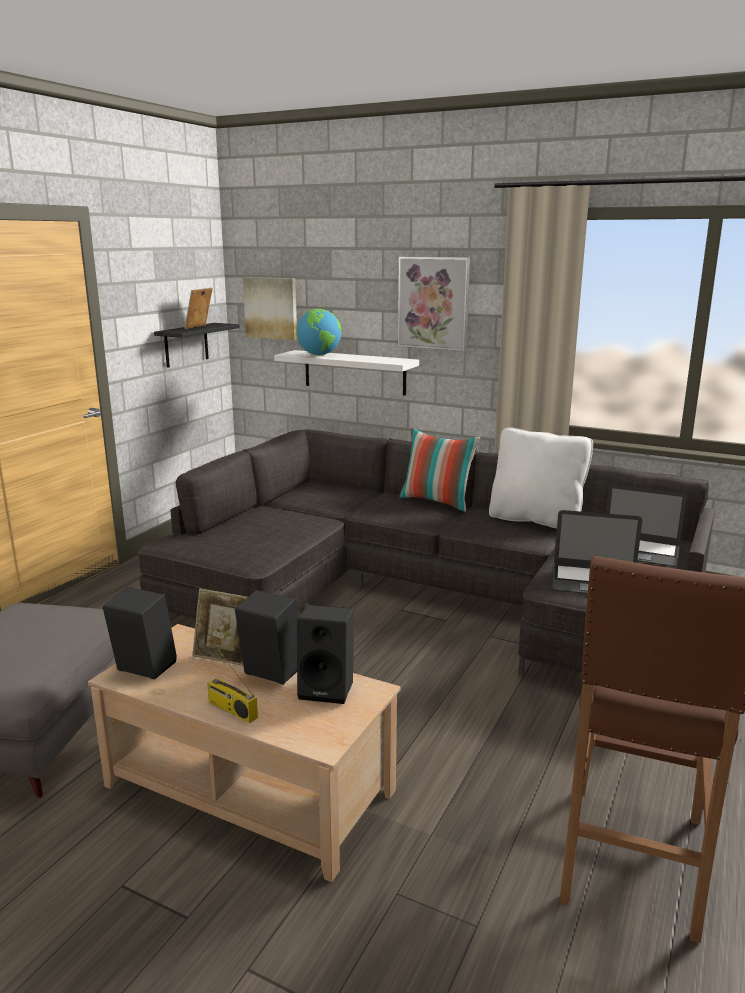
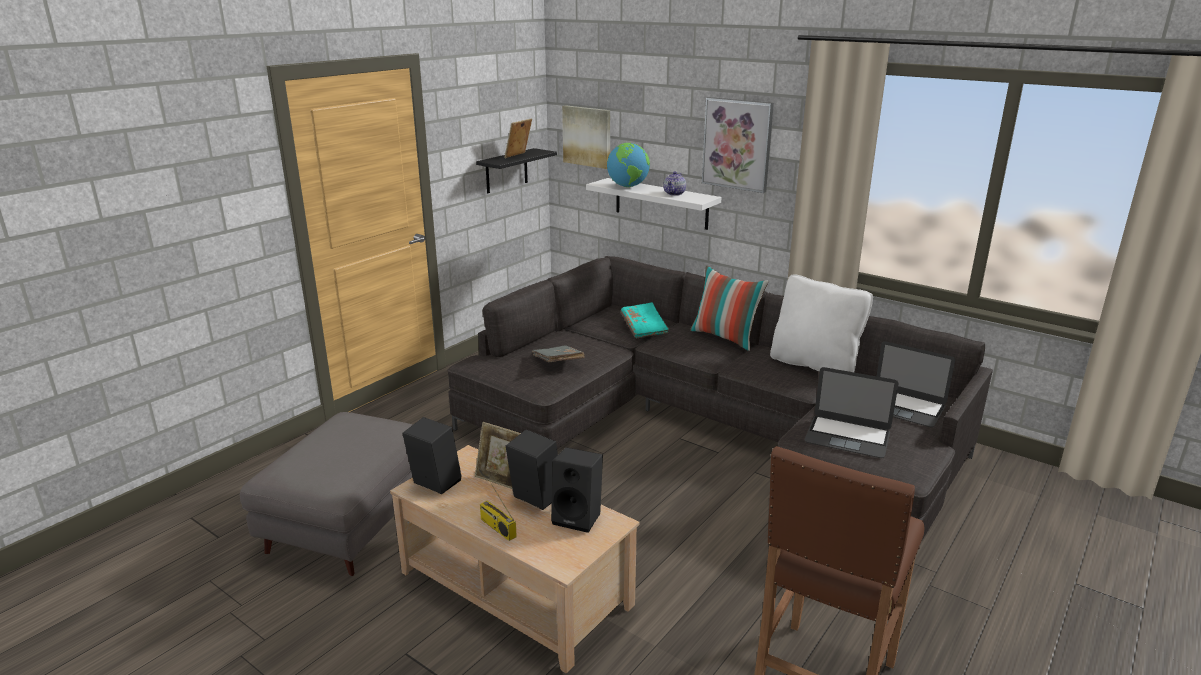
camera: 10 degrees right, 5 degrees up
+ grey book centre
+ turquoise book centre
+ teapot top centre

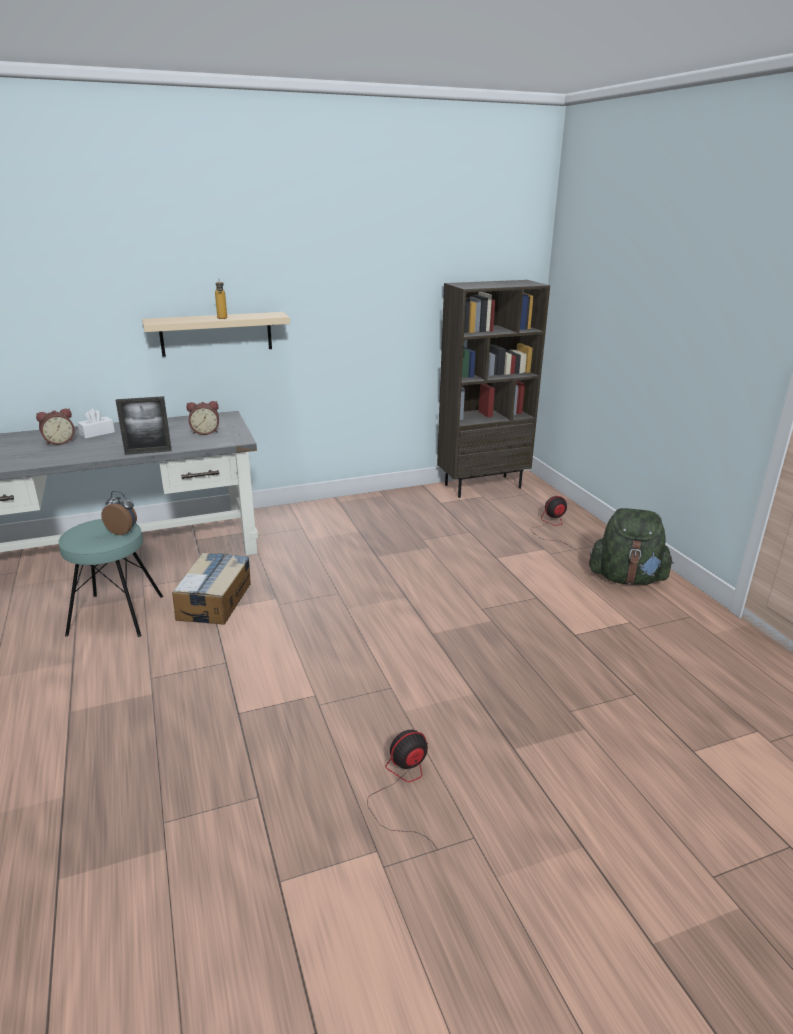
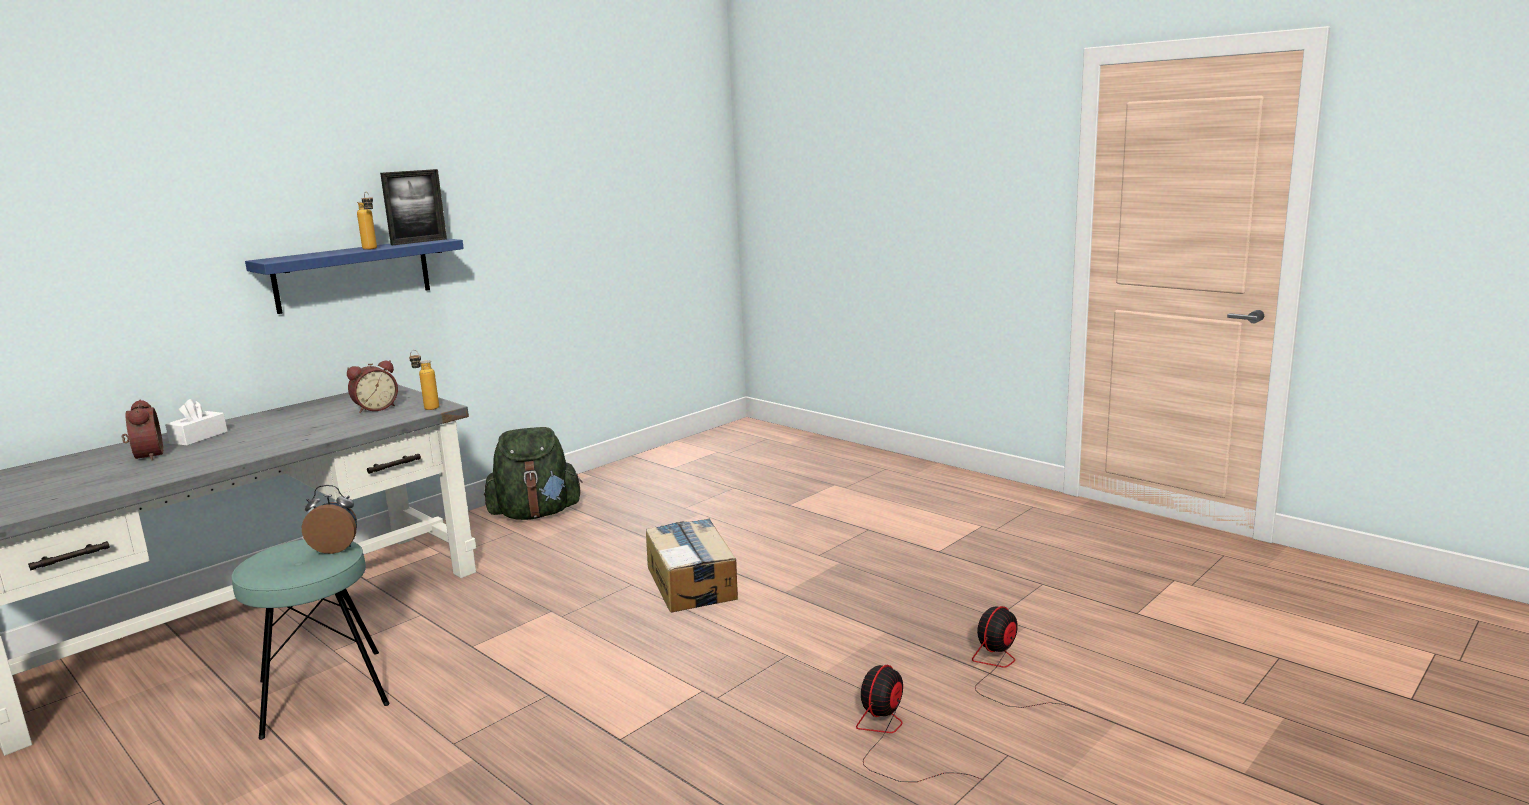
camera: 25 degrees left, 10 degrees down
~ alarm clock (no. 1 from left) middle left = middle left 60 degrees counterclockwise
~ beige shelf top left to blue shelf middle left
~ picture frame middle left to top left
+ bottle (no. 2 from left) middle left
~ green backpack middle right to centre
~ cardboard box middle left to bottom centre
~ fan (no. 2 from left) middle right to bottom right
- brown bookcase centre

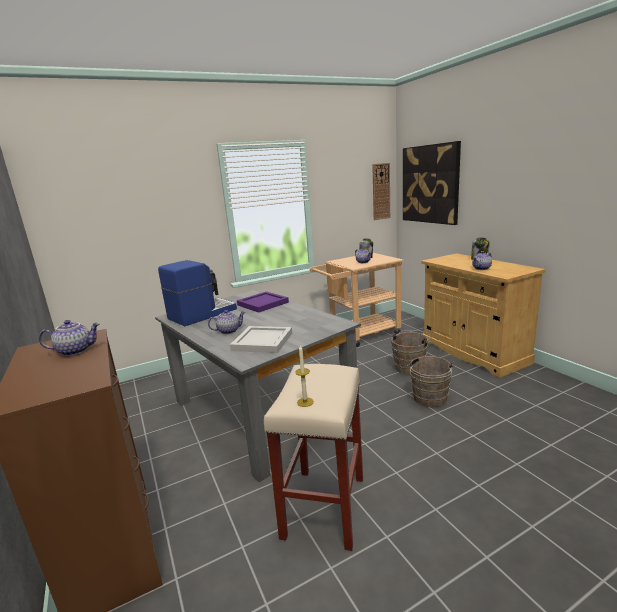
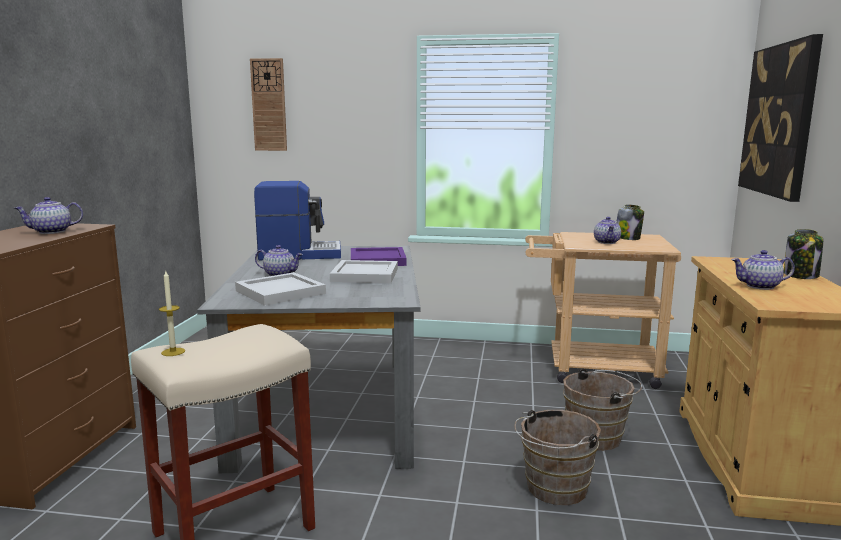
camera: 35 degrees right, 5 degrees down
~ teapot (no. 1 from left) middle left = middle left 135 degrees clockwise
~ wall clock top centre to top left
+ white tray (no. 2 from left) centre

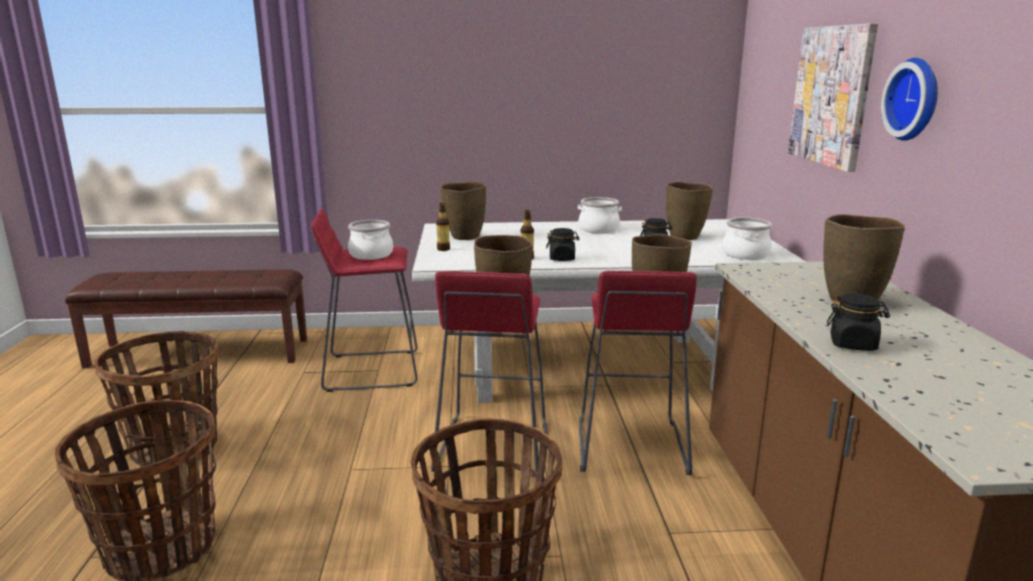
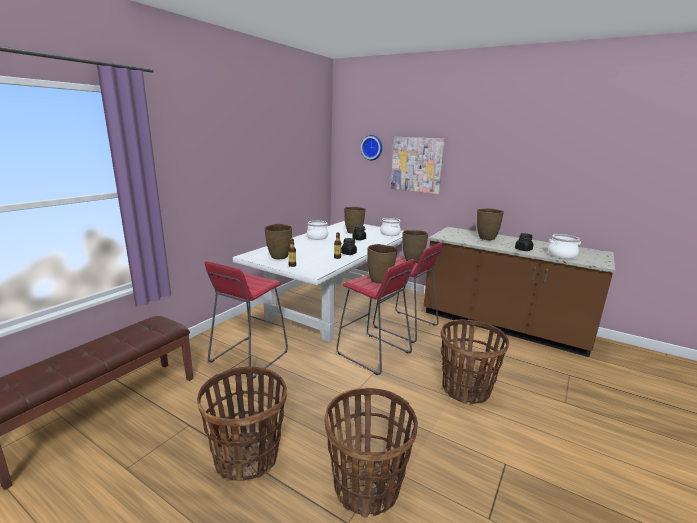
camera: 55 degrees left, 0 degrees up
~ wall clock top right to top centre
~ cooking pot (no. 1 from left in the first image) centre to cooking pot (no. 3 from left) middle right

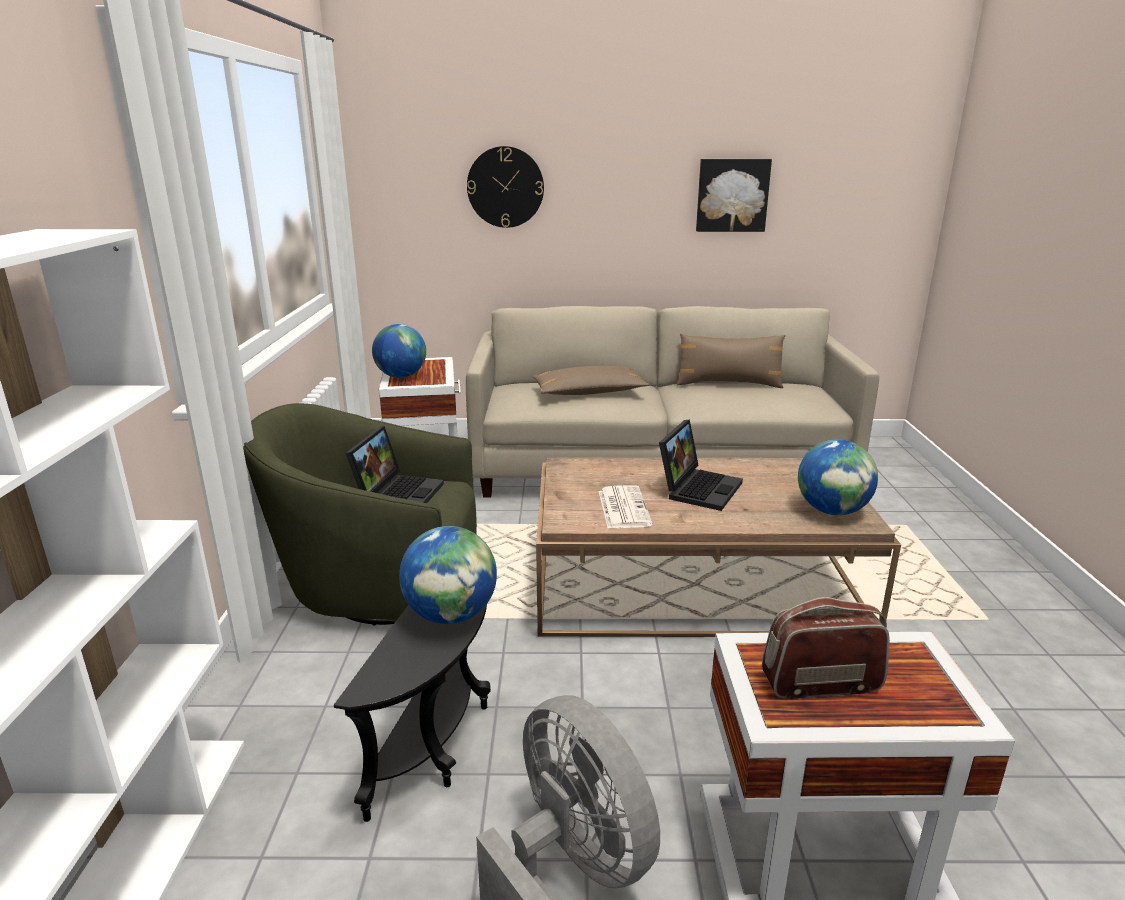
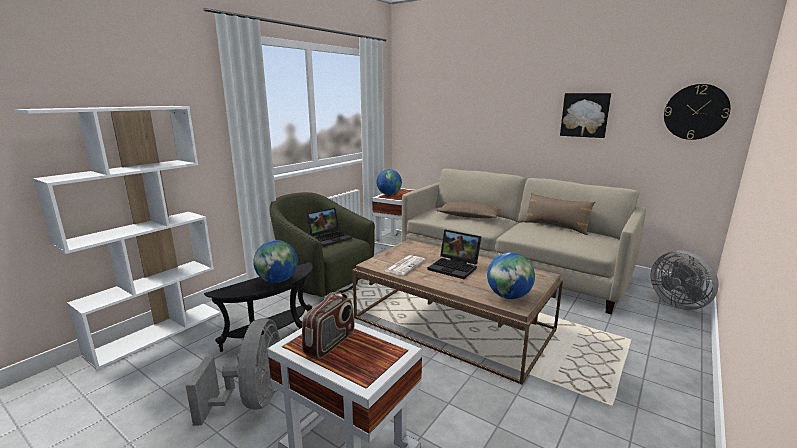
camera: 35 degrees right, 5 degrees down
~ radio bottom right = bottom centre 90 degrees clockwise
~ laptop (no. 2 from left) centre = centre 60 degrees clockwise
+ grey fan (no. 2 from left) middle right
~ wall clock top centre to top right

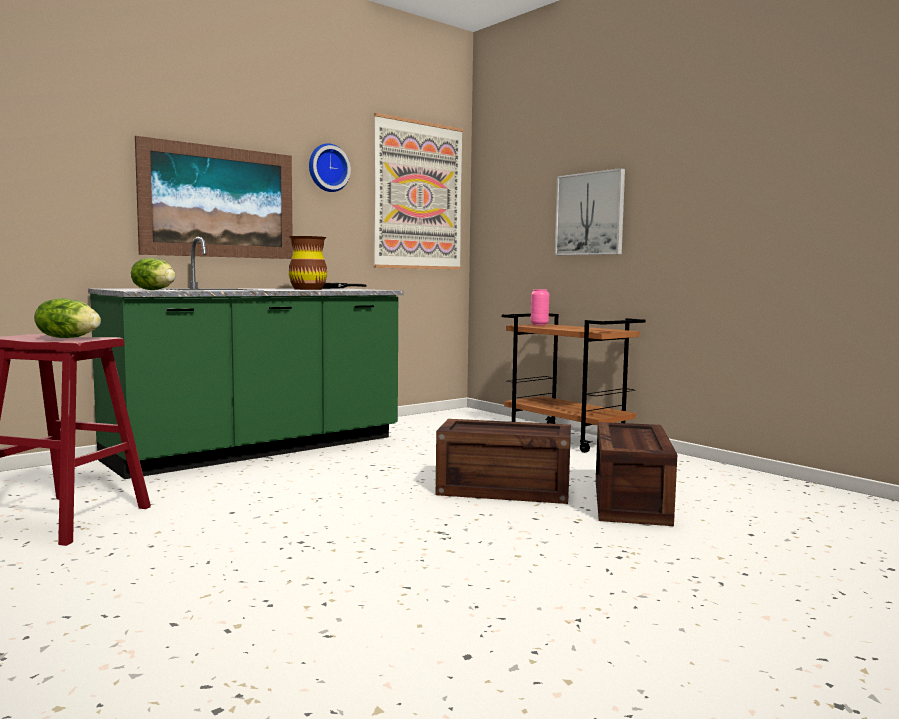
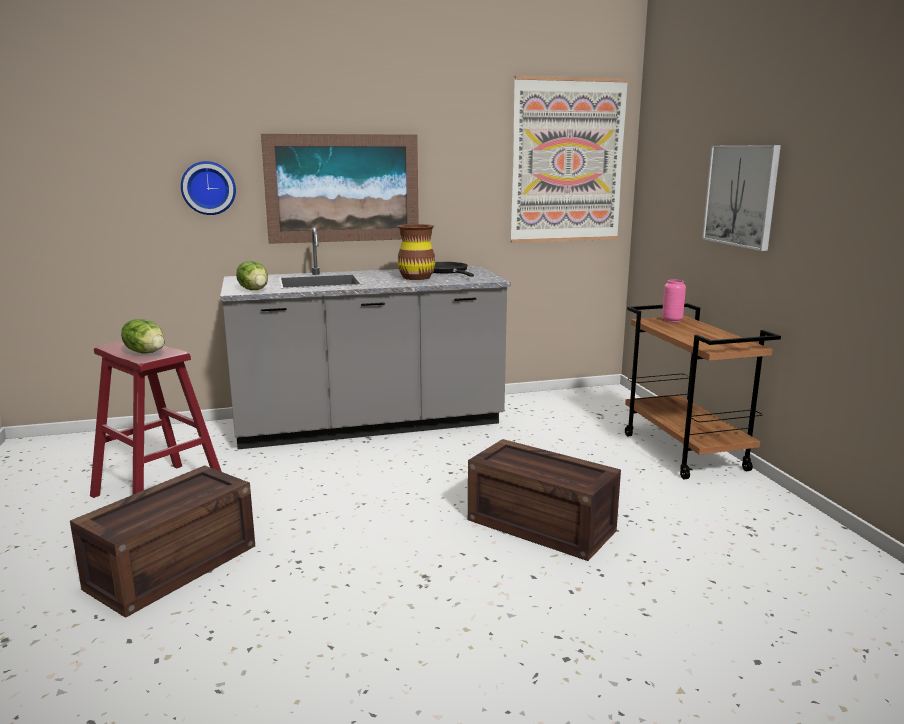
camera: 25 degrees right, 10 degrees up
~ crate (no. 2 from left in the first image) middle right to crate (no. 1 from left) bottom left
~ wall clock top centre to top left
~ green counter middle left to grey counter centre

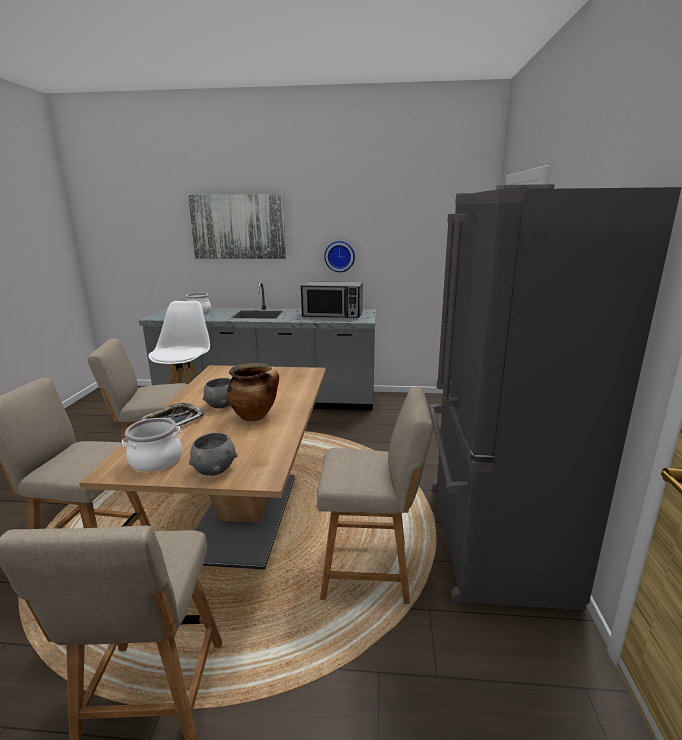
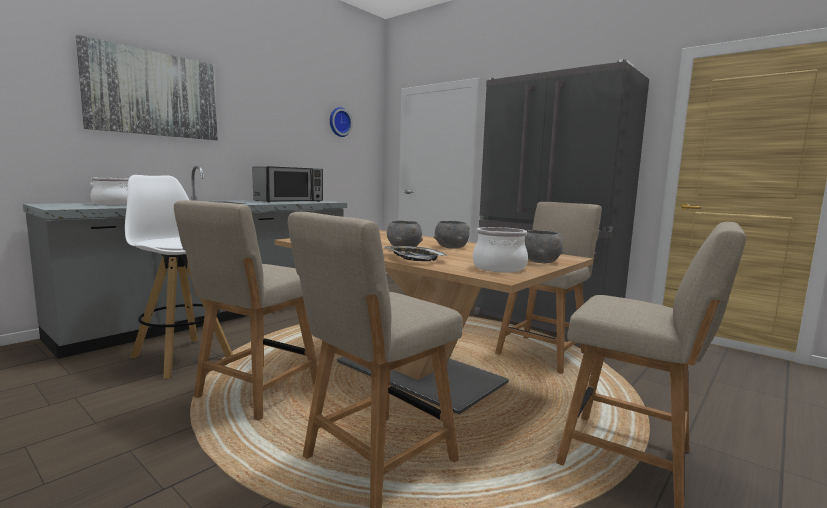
camera: 55 degrees left, 10 degrees down
~ wall clock centre to top centre
~ cooking pot (no. 3 from left) centre to grey bowl (no. 2 from left) centre

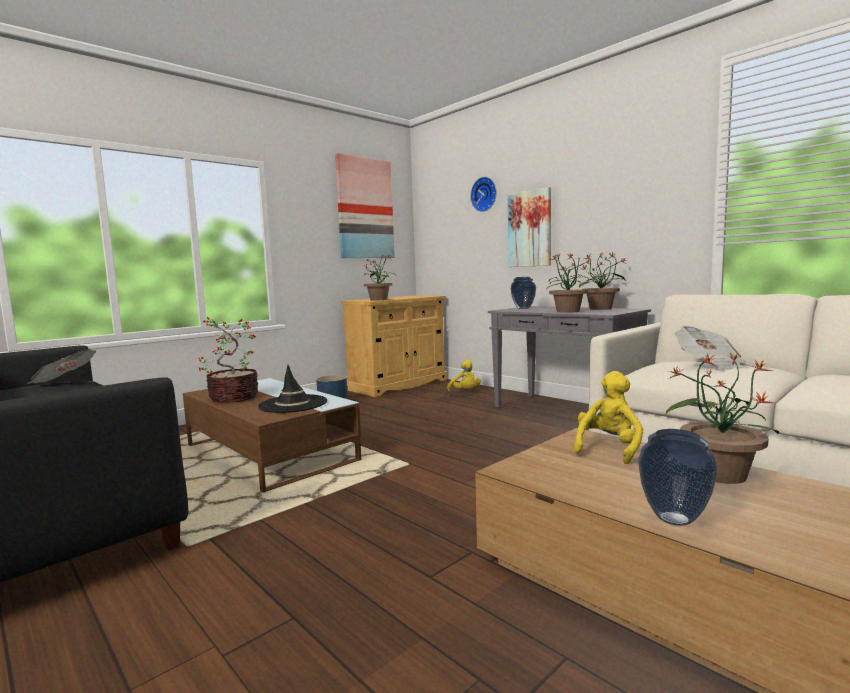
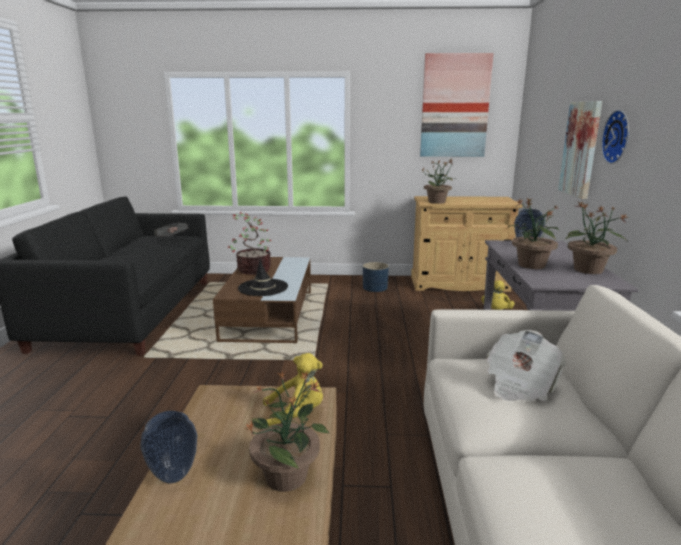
camera: 45 degrees right, 10 degrees up
~ wall clock top centre to top right

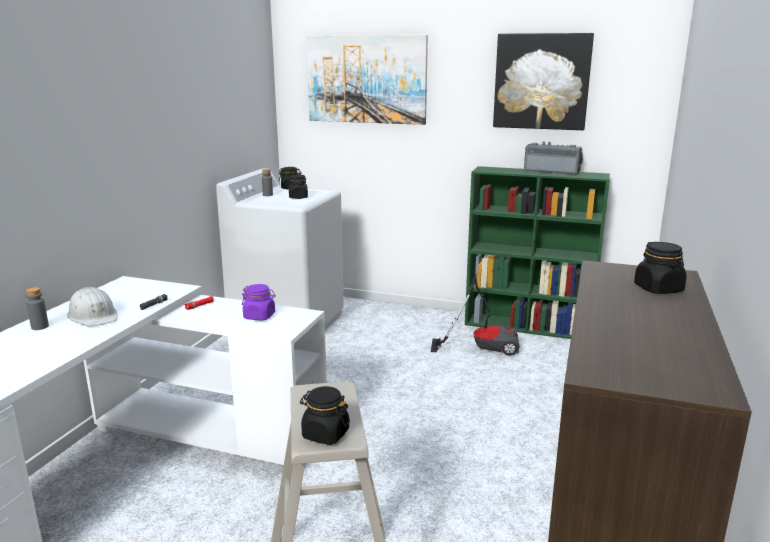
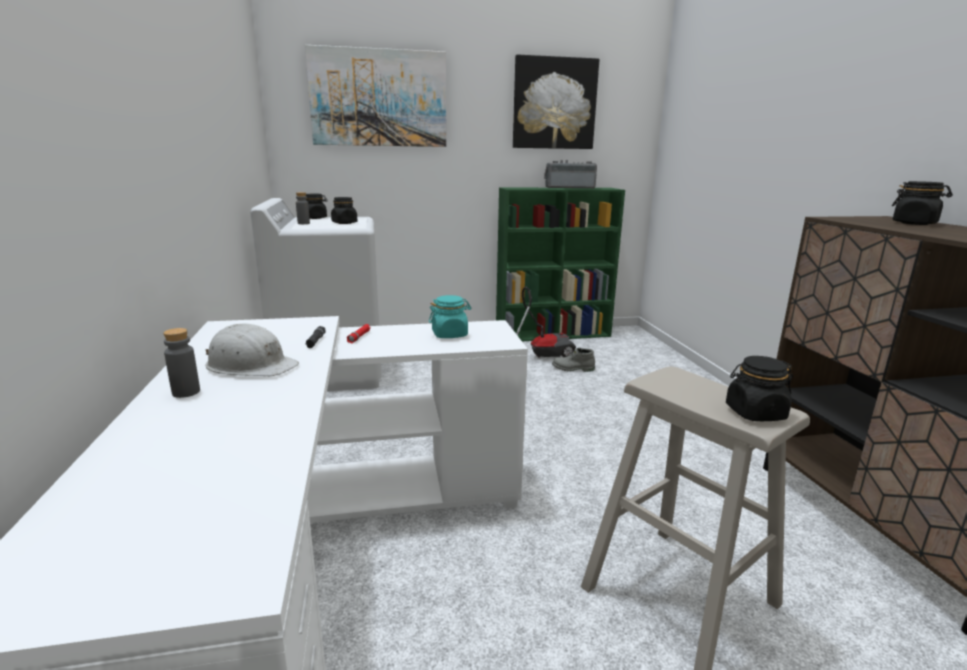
camera: 30 degrees left, 0 degrees up
~ purple jar centre to turquoise jar centre
+ grey boot centre

